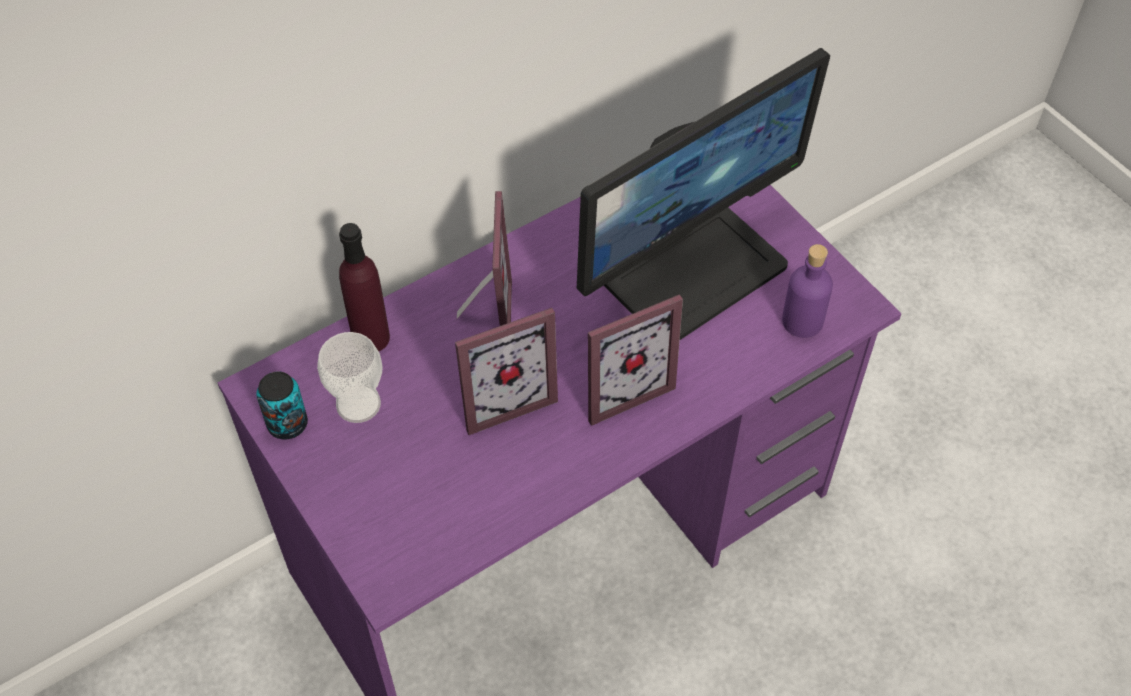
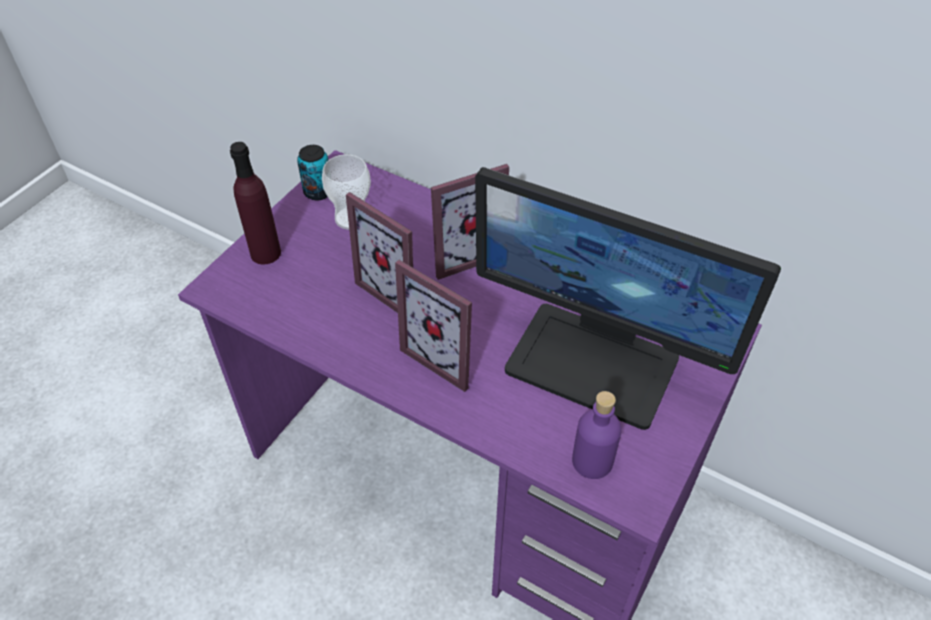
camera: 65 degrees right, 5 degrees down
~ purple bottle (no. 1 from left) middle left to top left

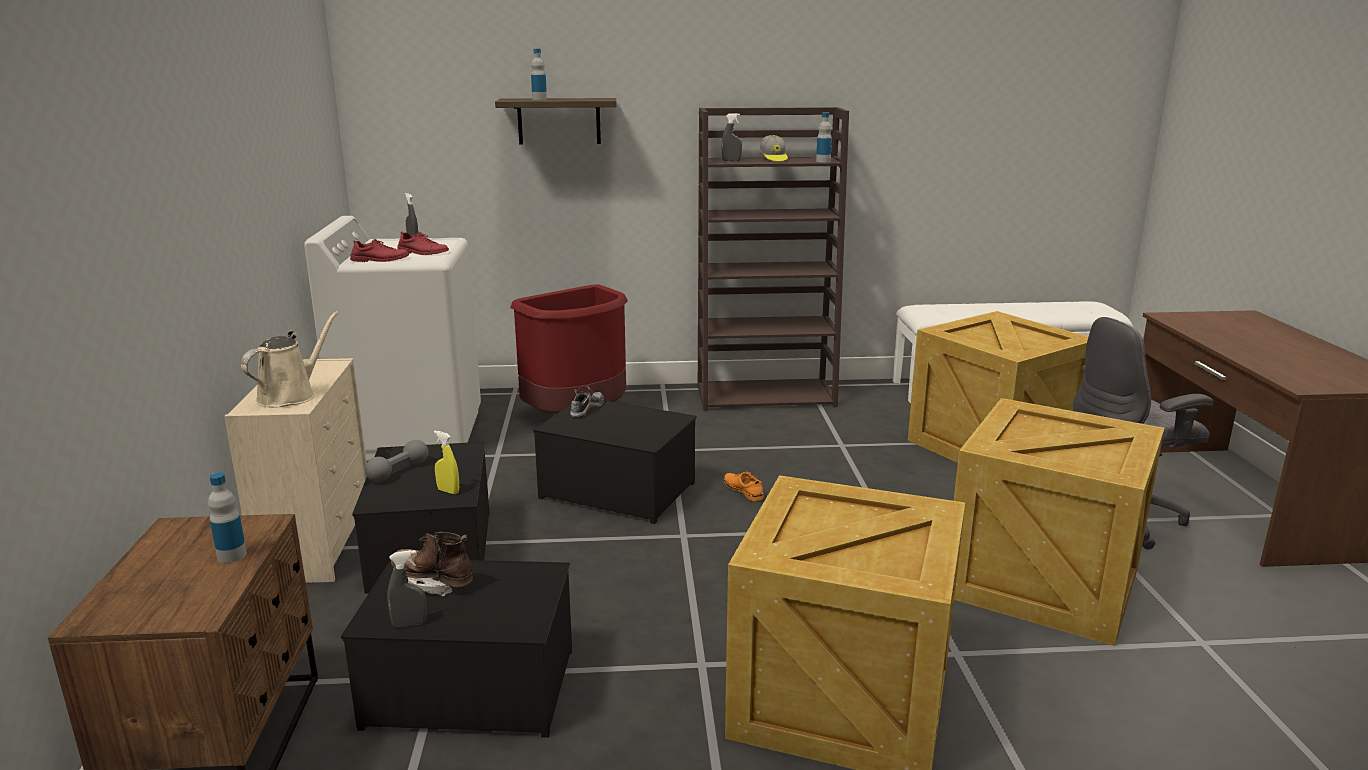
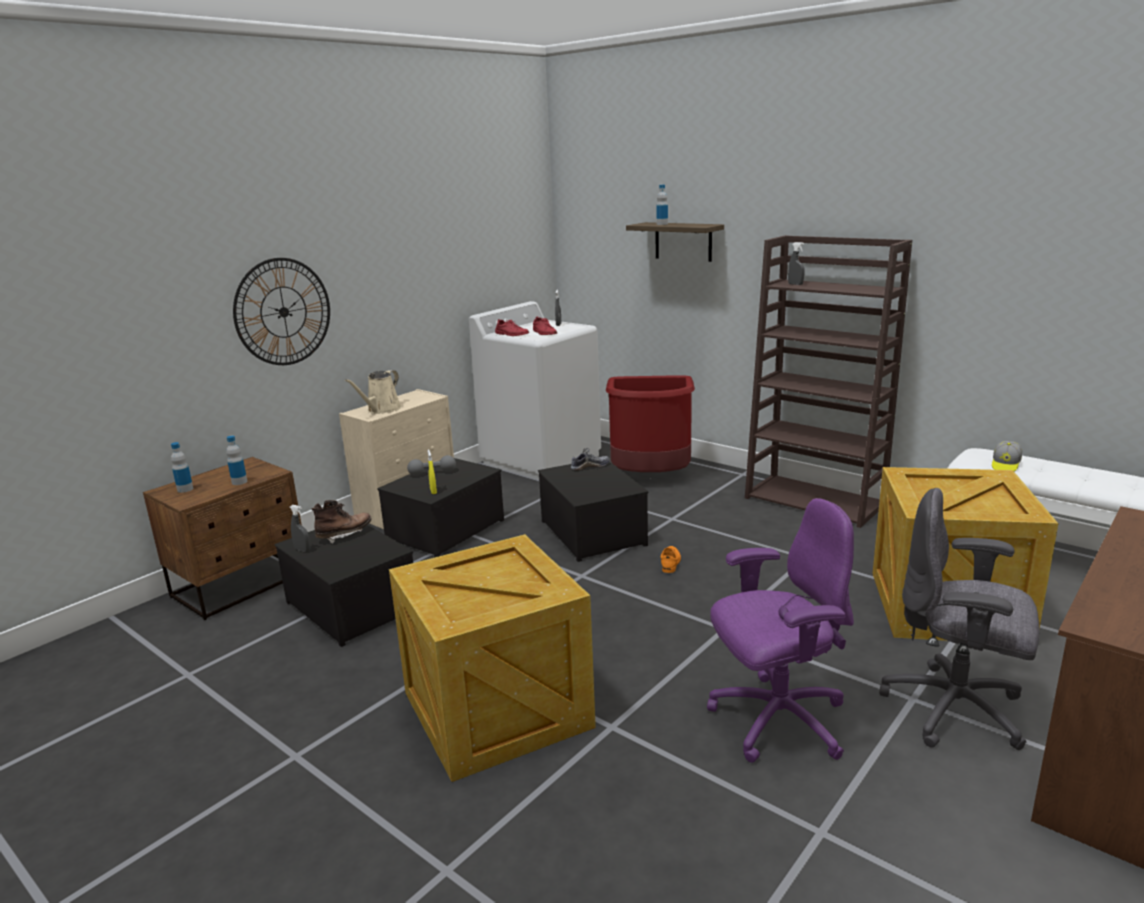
camera: 45 degrees right, 0 degrees up
~ bottle (no. 3 from left in the first image) top centre to bottle (no. 1 from left) middle left
+ wall clock middle left
~ brown boot bottom left = middle left 75 degrees clockwise
~ beige watering can middle left = middle left 135 degrees clockwise
~ crate (no. 3 from left) bottom right to purple office chair bottom right
~ cap top centre to middle right

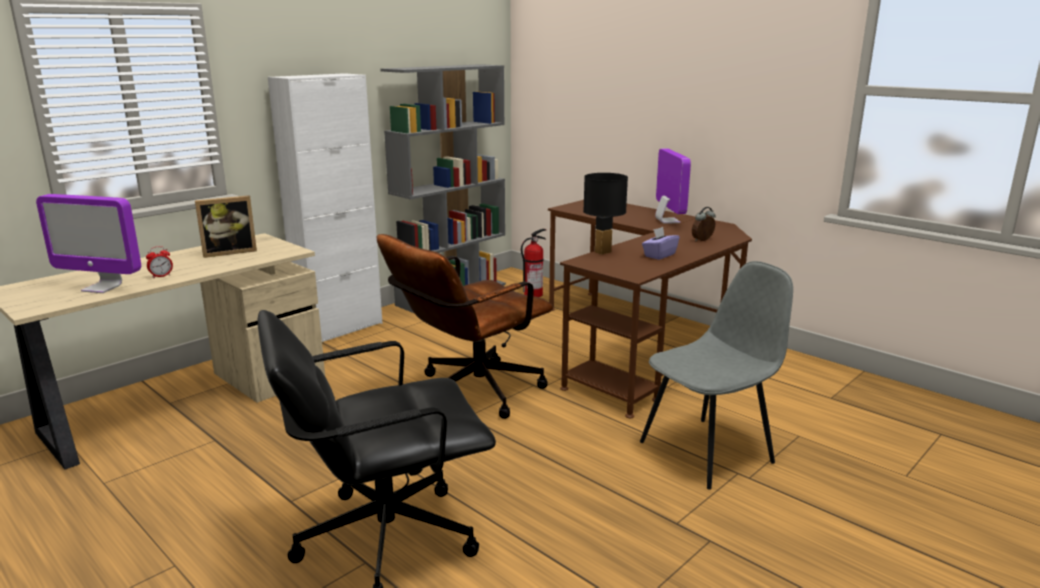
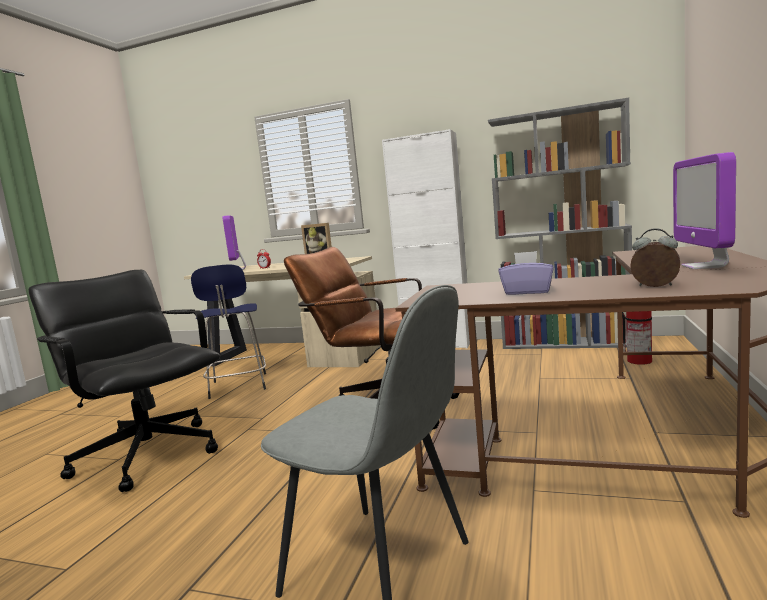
camera: 65 degrees right, 10 degrees down
+ blue stool middle left
~ monitor (no. 2 from left) top centre = middle right 135 degrees clockwise
- black table lamp centre

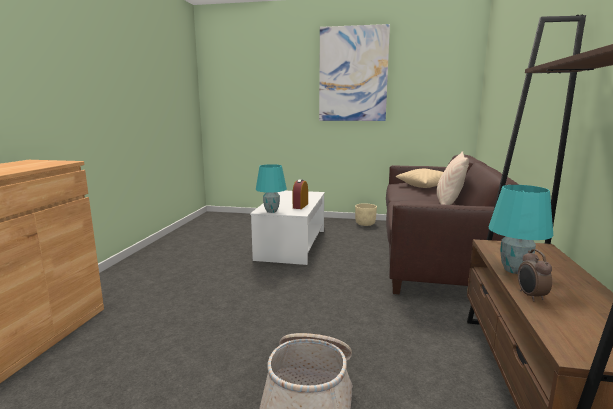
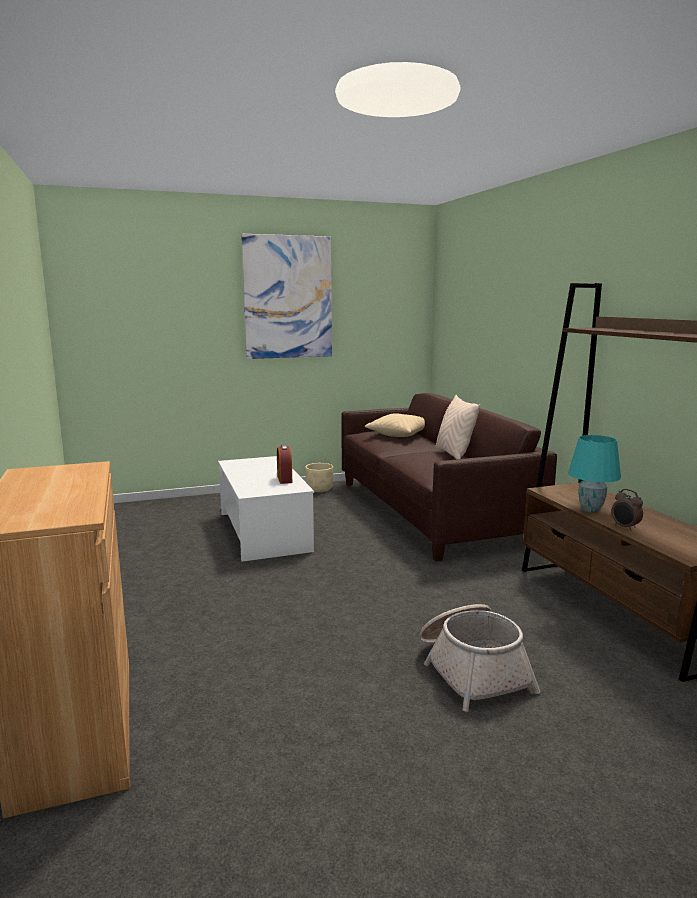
camera: 30 degrees left, 0 degrees up
- turquoise table lamp (no. 1 from left) centre

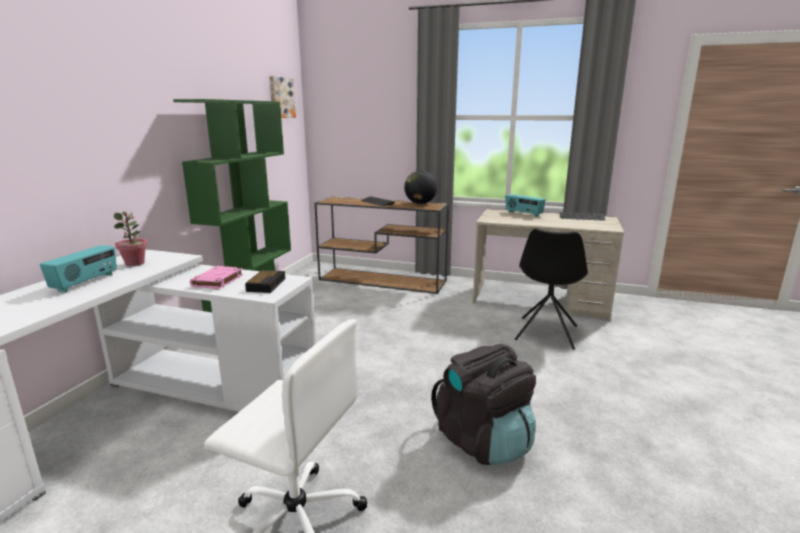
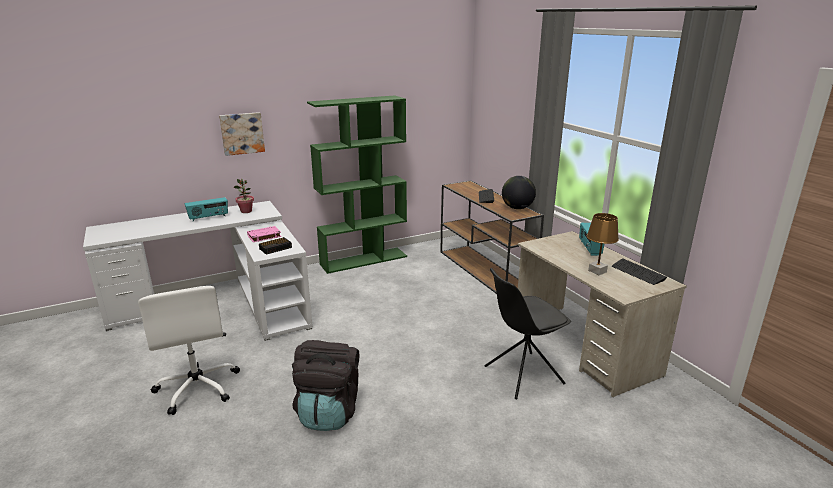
camera: 45 degrees right, 5 degrees up
~ picture top centre to top left
+ brown table lamp middle right

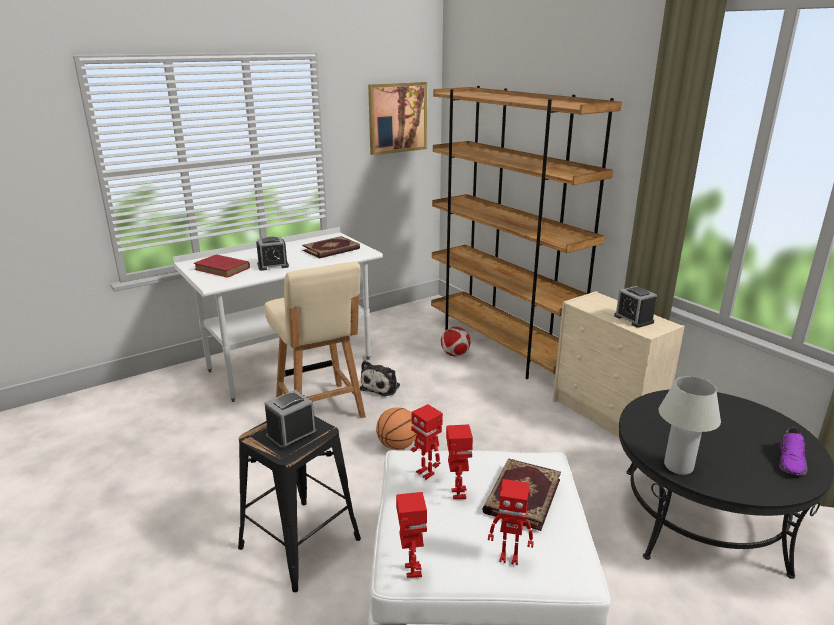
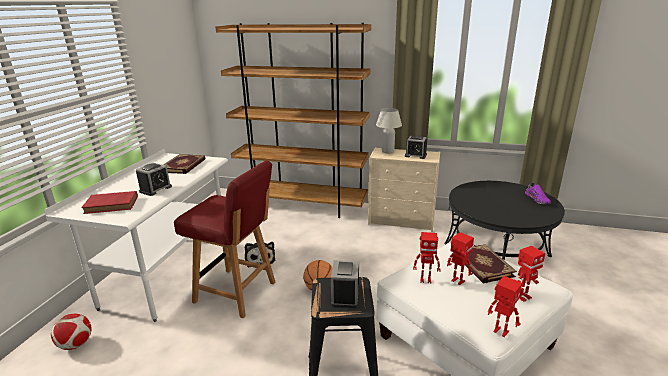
camera: 40 degrees left, 0 degrees up
~ football centre to bottom left
~ beige chair centre to red chair centre
~ white table lamp bottom right to centre
- picture top centre

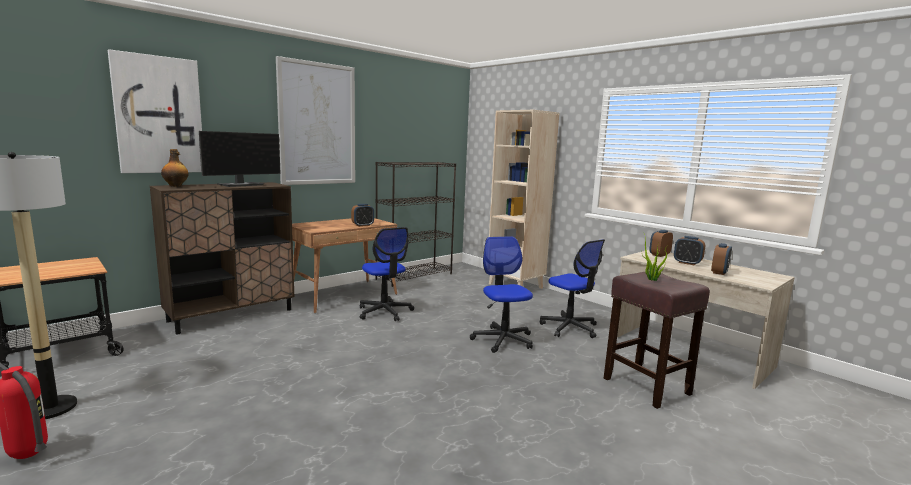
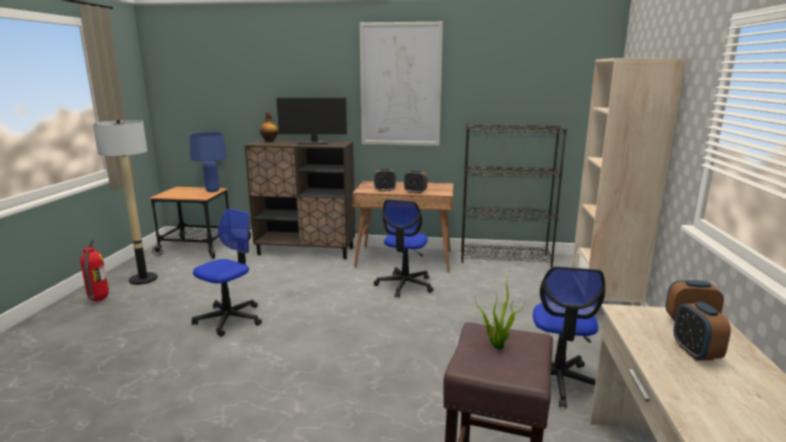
camera: 50 degrees right, 5 degrees up
+ blue table lamp middle left
~ office chair (no. 2 from left in the first image) centre to office chair (no. 1 from left) middle left
~ alarm clock (no. 4 from left in the first image) middle right to alarm clock (no. 1 from left) centre
- picture (no. 1 from left) top left

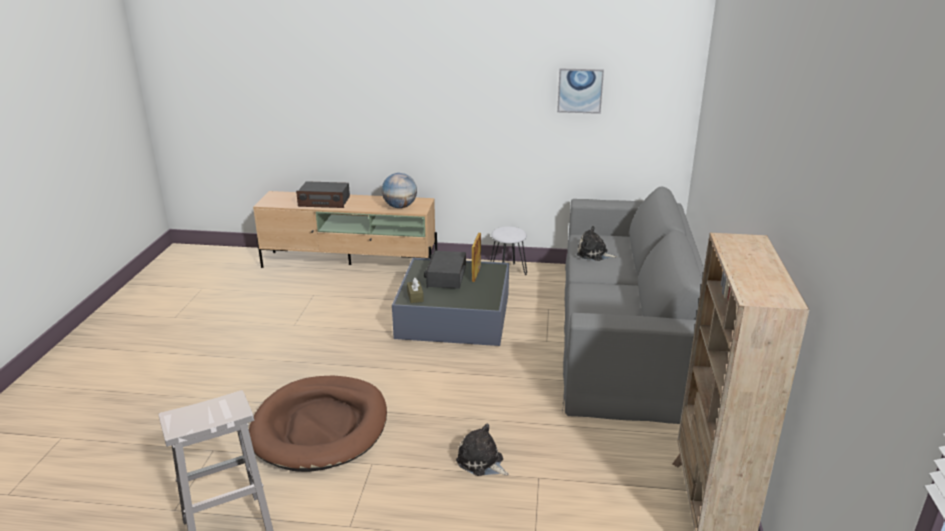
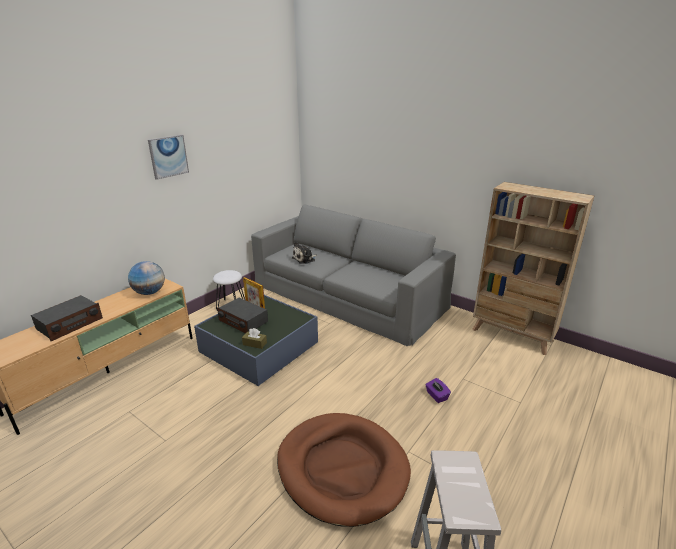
camera: 60 degrees left, 0 degrees up
~ picture top centre to top left
~ plush toy (no. 1 from left) bottom centre to purple tissue box bottom centre

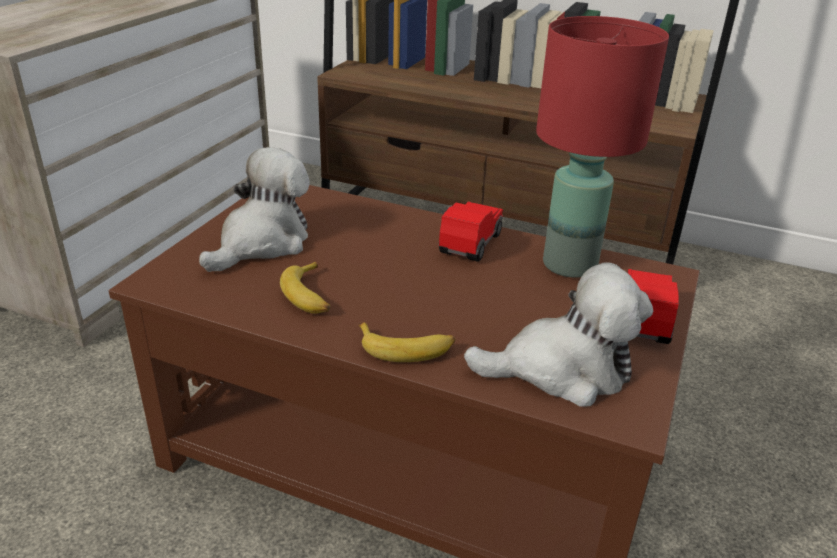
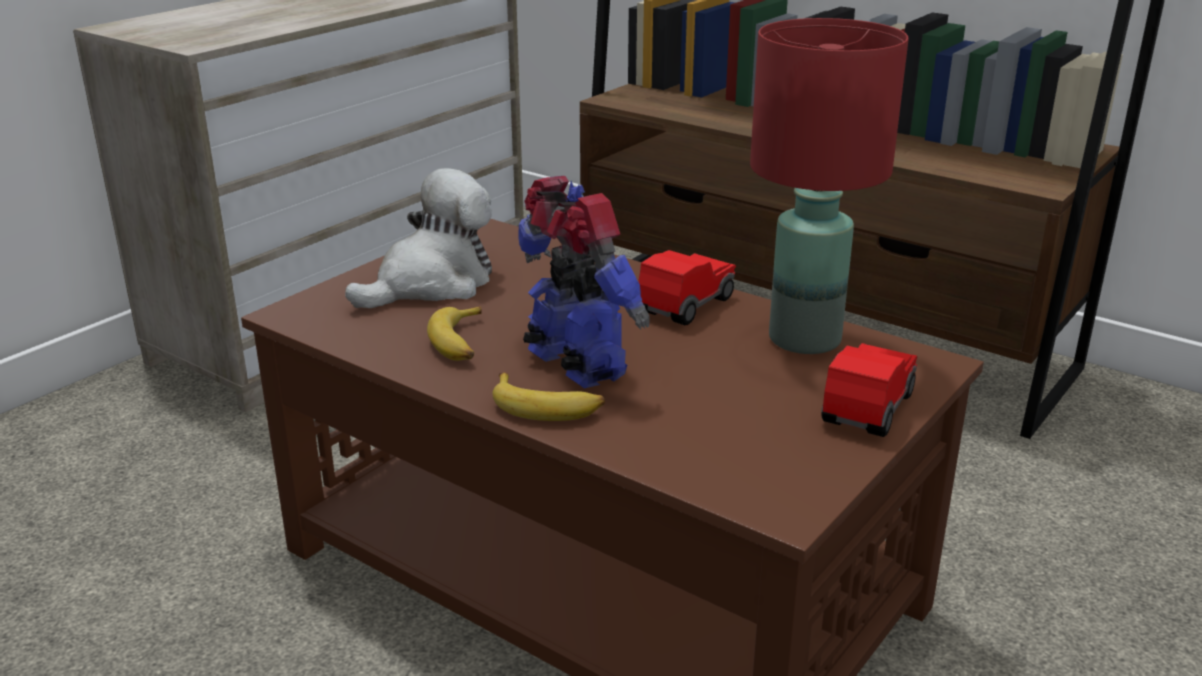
camera: 15 degrees right, 5 degrees down
+ toy robot centre
- plush toy (no. 2 from left) middle right

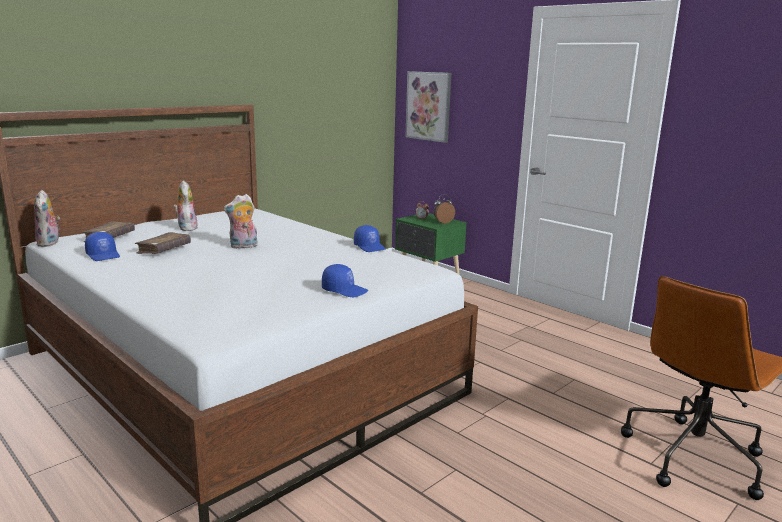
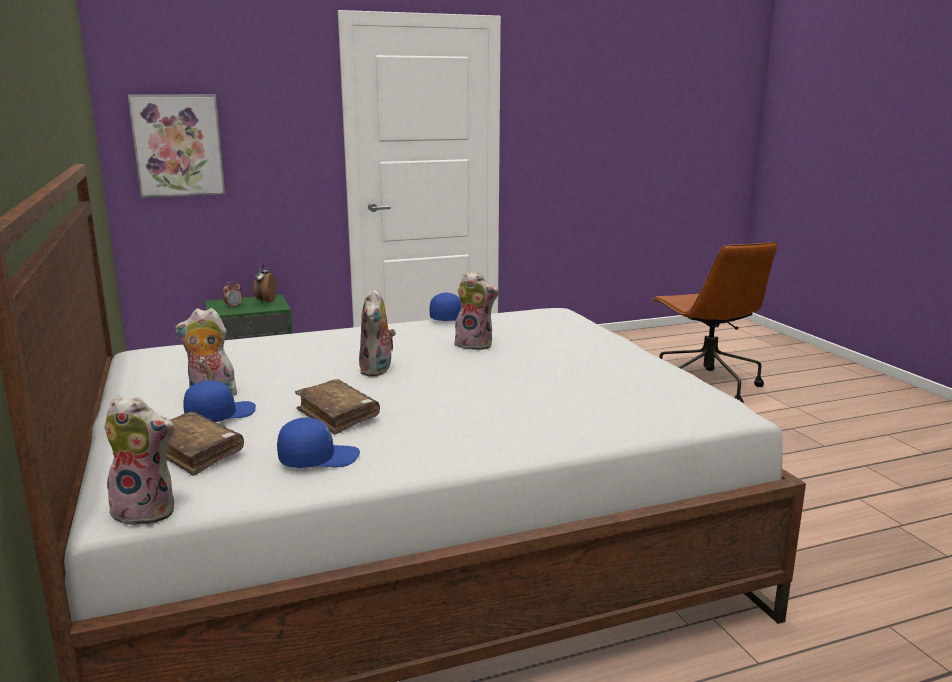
camera: 65 degrees left, 0 degrees up
~ blue cap (no. 2 from left in the first image) centre to blue cap (no. 1 from left) middle left
+ plush toy (no. 4 from left) centre

